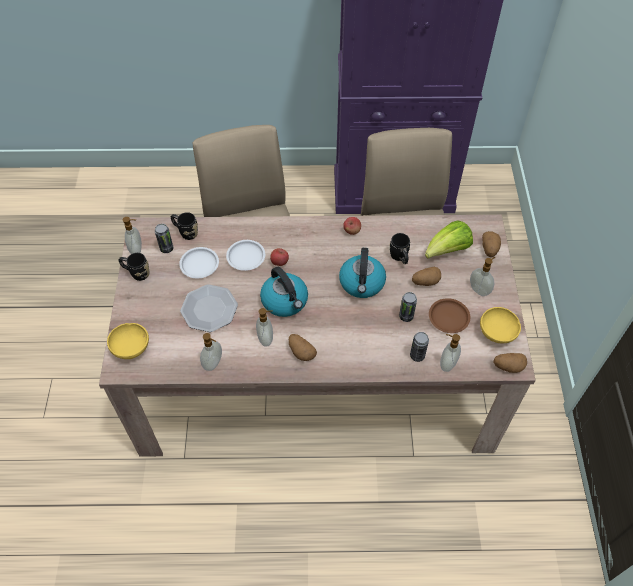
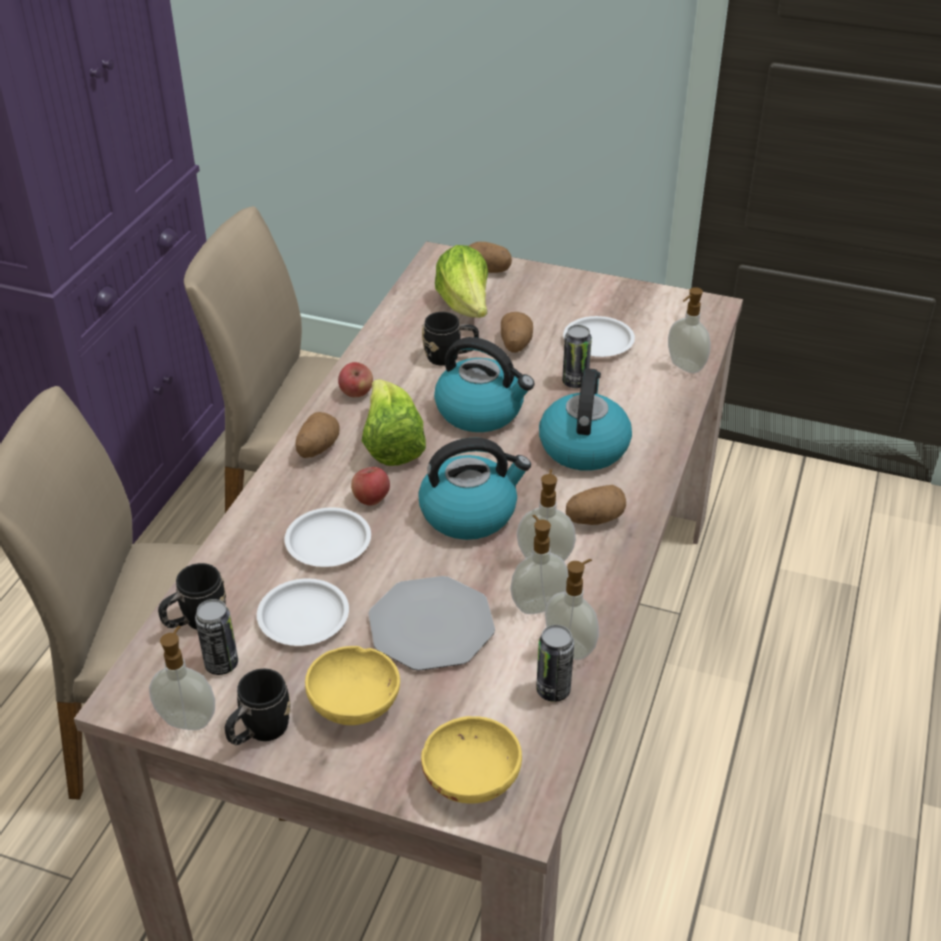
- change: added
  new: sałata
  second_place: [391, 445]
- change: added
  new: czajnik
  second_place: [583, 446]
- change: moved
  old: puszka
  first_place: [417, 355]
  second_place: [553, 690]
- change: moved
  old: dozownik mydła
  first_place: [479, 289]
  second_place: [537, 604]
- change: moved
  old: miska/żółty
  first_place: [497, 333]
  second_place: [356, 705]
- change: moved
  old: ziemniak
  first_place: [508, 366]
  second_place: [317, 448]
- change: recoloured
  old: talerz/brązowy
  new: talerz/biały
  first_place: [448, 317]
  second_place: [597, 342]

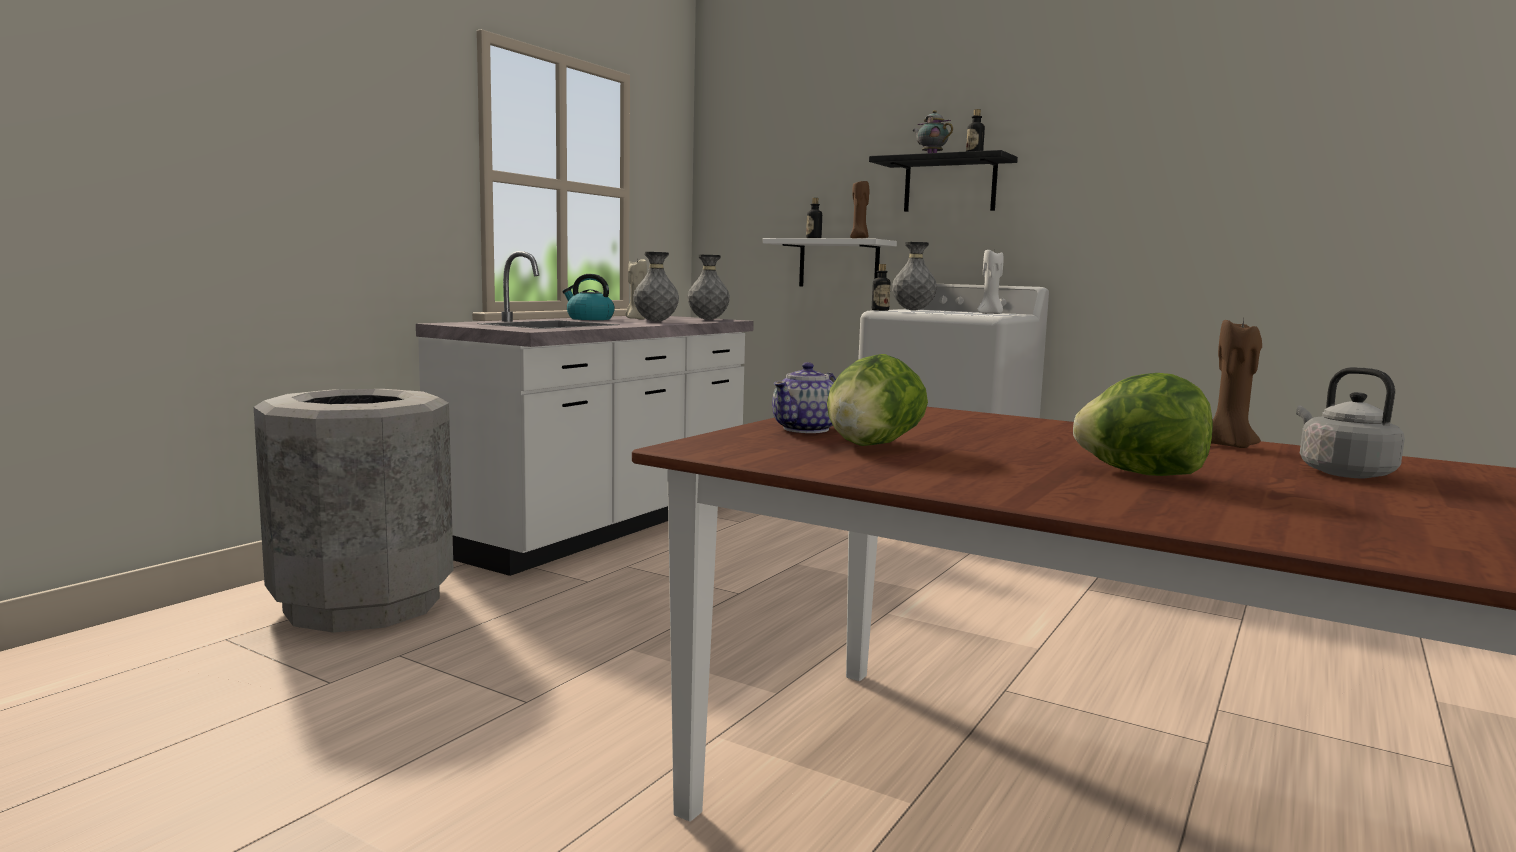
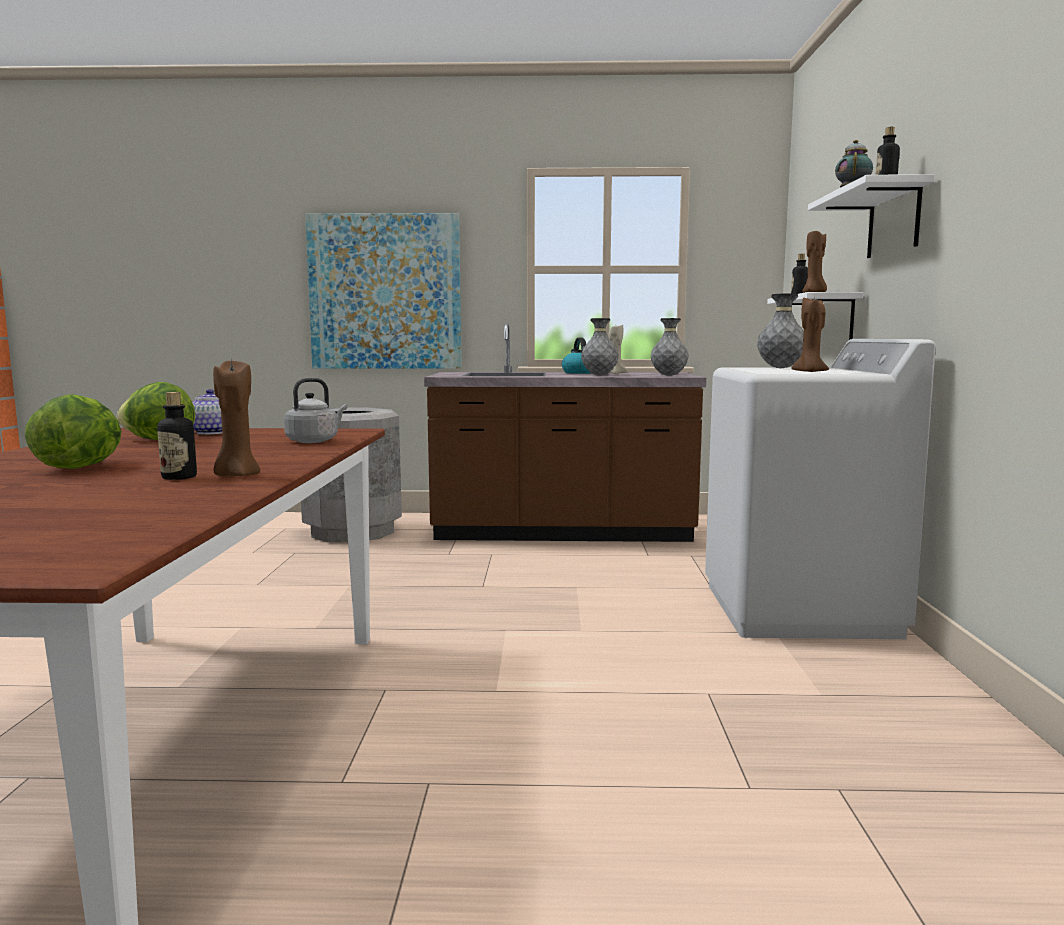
- change: added
  new: obraz
  second_place: [385, 292]
- change: moved
  old: butelka
  first_place: [880, 310]
  second_place: [179, 477]
- change: moved
  old: czajnik/szary
  first_place: [1341, 472]
  second_place: [314, 441]
- change: recoloured
  old: zabudowa kuchenna/biały
  new: zabudowa kuchenna/brązowy
  first_place: [604, 526]
  second_place: [562, 533]
- change: recoloured
  old: półka/czarny
  new: półka/biały
  first_place: [950, 185]
  second_place: [893, 221]
- change: recoloured
  old: świeca/biały
  new: świeca/brązowy
  first_place: [990, 314]
  second_place: [809, 372]

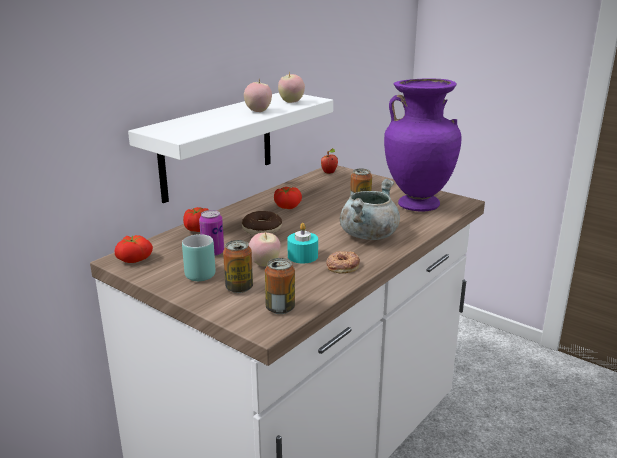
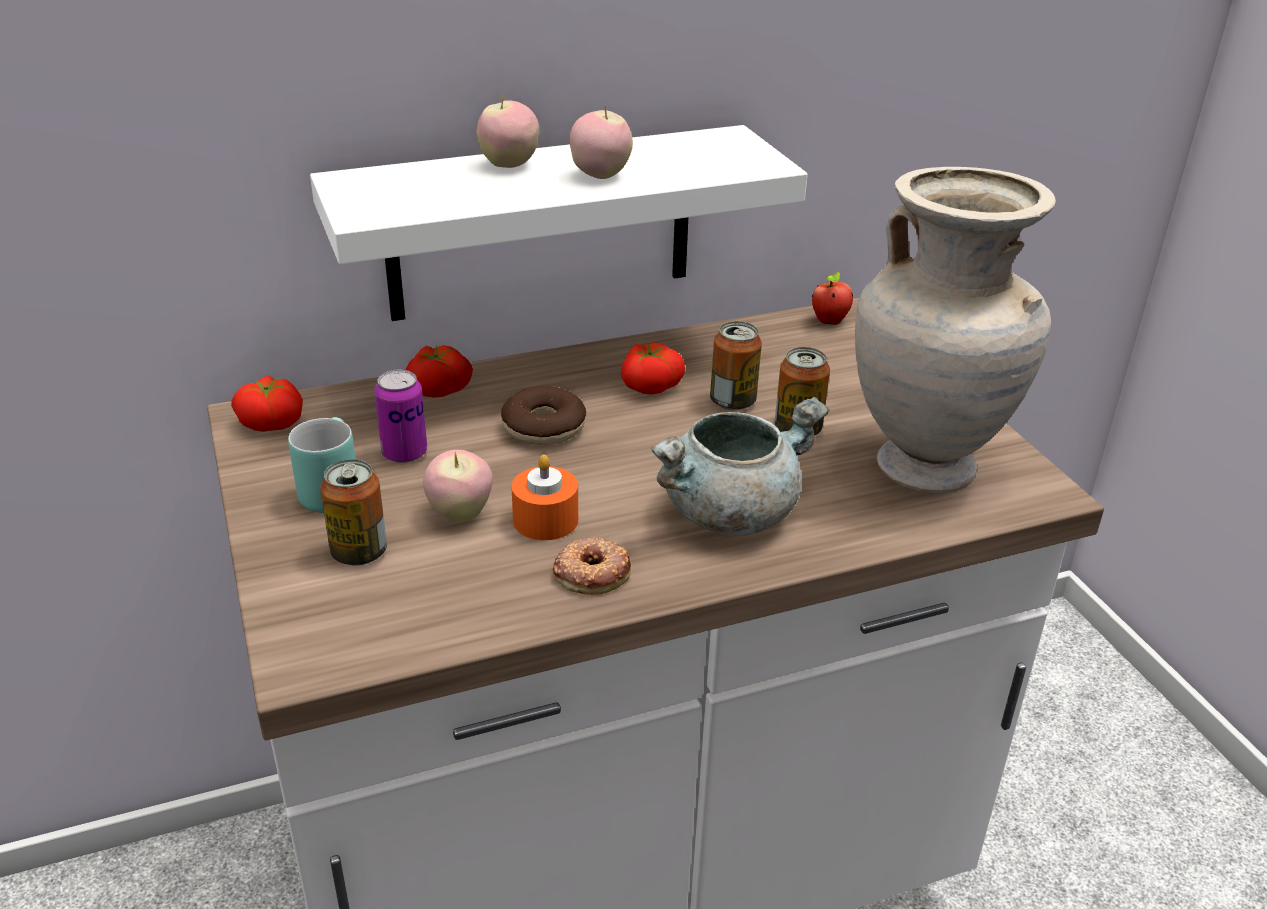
- change: moved
  old: puszka
  first_place: [280, 308]
  second_place: [733, 401]
- change: moved
  old: jabłko
  first_place: [291, 102]
  second_place: [509, 165]
- change: recoloured
  old: świeca/turkusowy
  new: świeca/pomarańczowy
  first_place: [302, 256]
  second_place: [545, 520]
- change: recoloured
  old: wazon/fioletowy
  new: wazon/beżowy
  first_place: [418, 205]
  second_place: [926, 468]

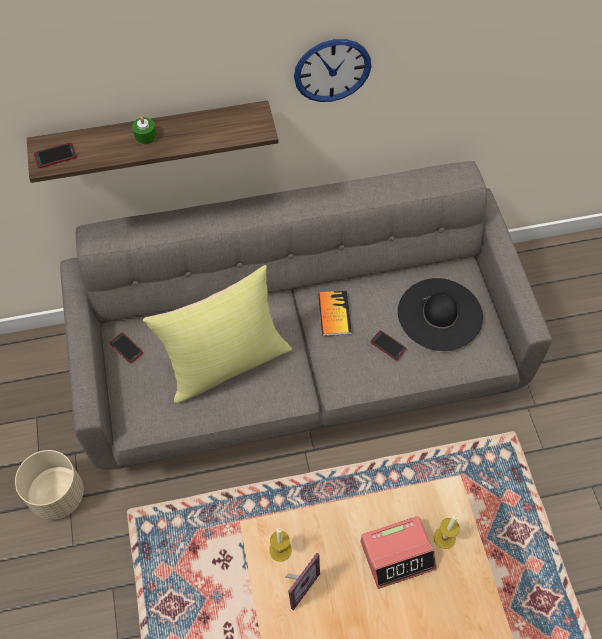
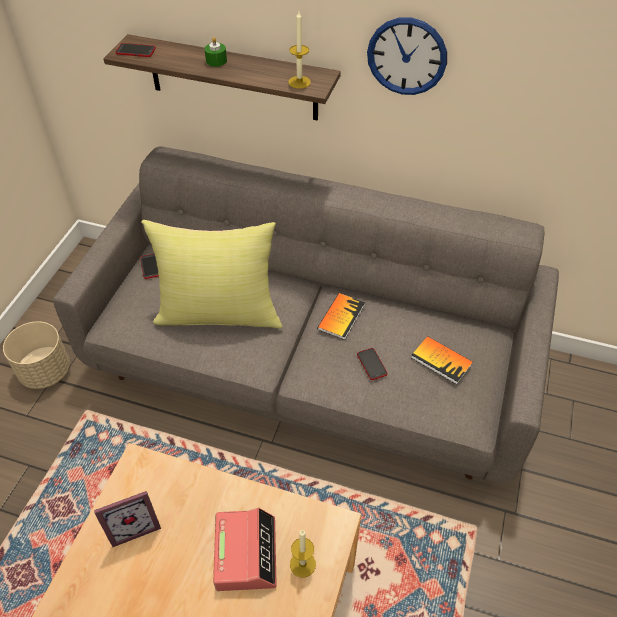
- change: moved
  old: świeca
  first_place: [280, 550]
  second_place: [299, 82]
- change: replaced
  old: kapelusz/czarny
  new: książka
  first_place: [440, 314]
  second_place: [441, 361]
- change: turned
  old: budzik
  first_place: [398, 554]
  second_place: [245, 553]
  degrees: -105

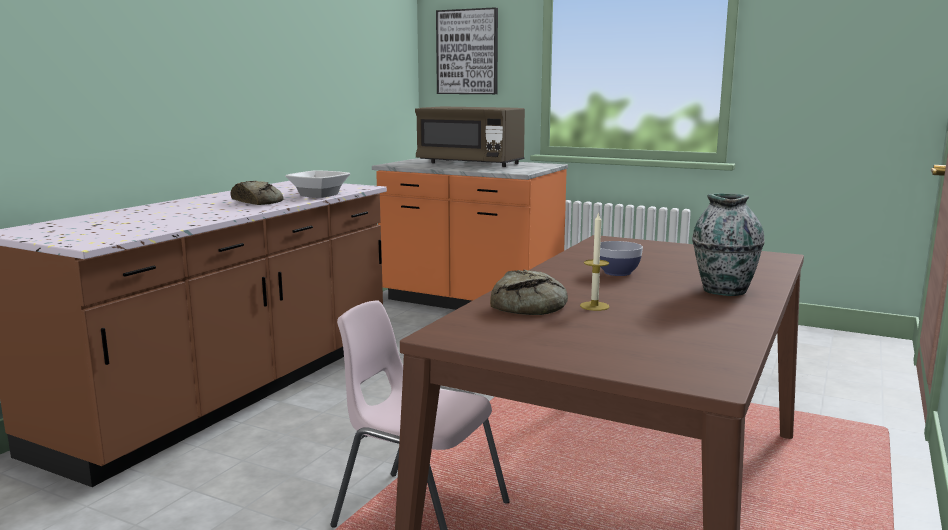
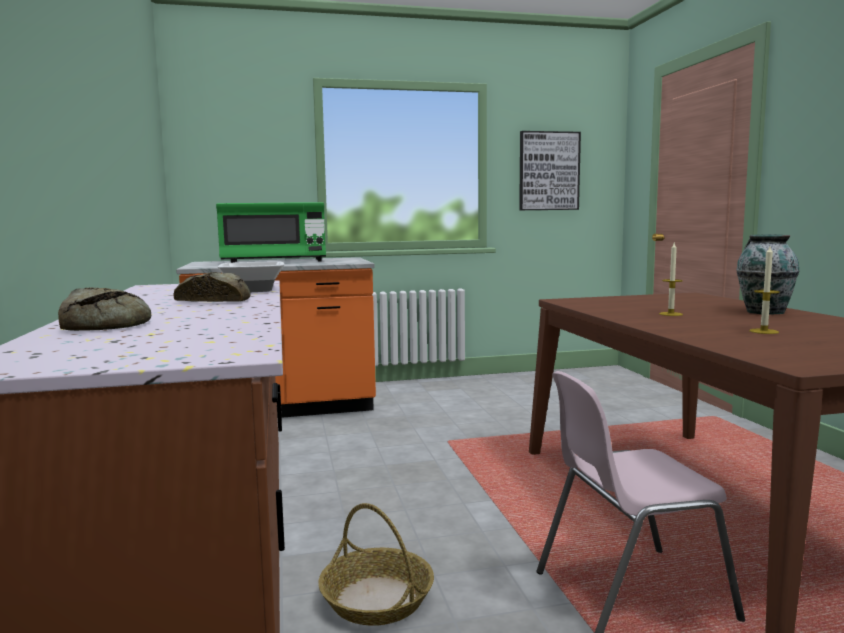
- change: added
  new: koszyk
  second_place: [377, 599]
- change: moved
  old: obraz
  first_place: [467, 52]
  second_place: [548, 171]
- change: moved
  old: chleb
  first_place: [532, 305]
  second_place: [110, 324]
- change: replaced
  old: miska
  new: świeca
  first_place: [617, 272]
  second_place: [670, 314]
- change: recoloured
  old: mikrofalówka/brązowy
  new: mikrofalówka/zielony
  first_place: [470, 163]
  second_place: [274, 261]

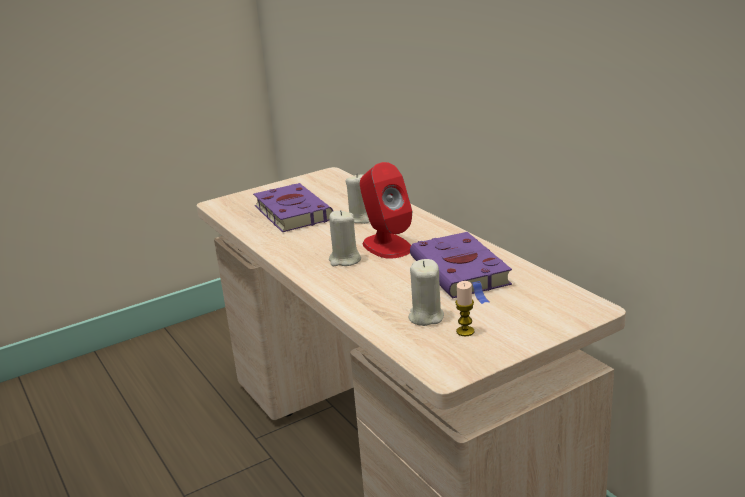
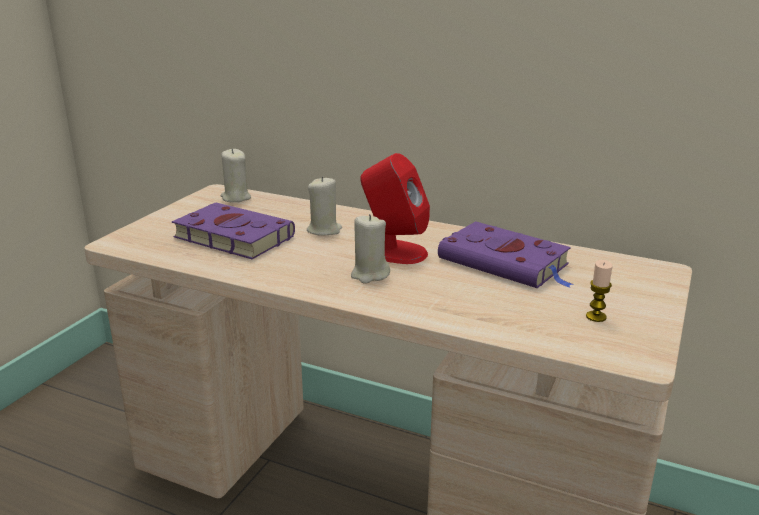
- change: moved
  old: świeca/beżowy
  first_place: [426, 317]
  second_place: [236, 198]

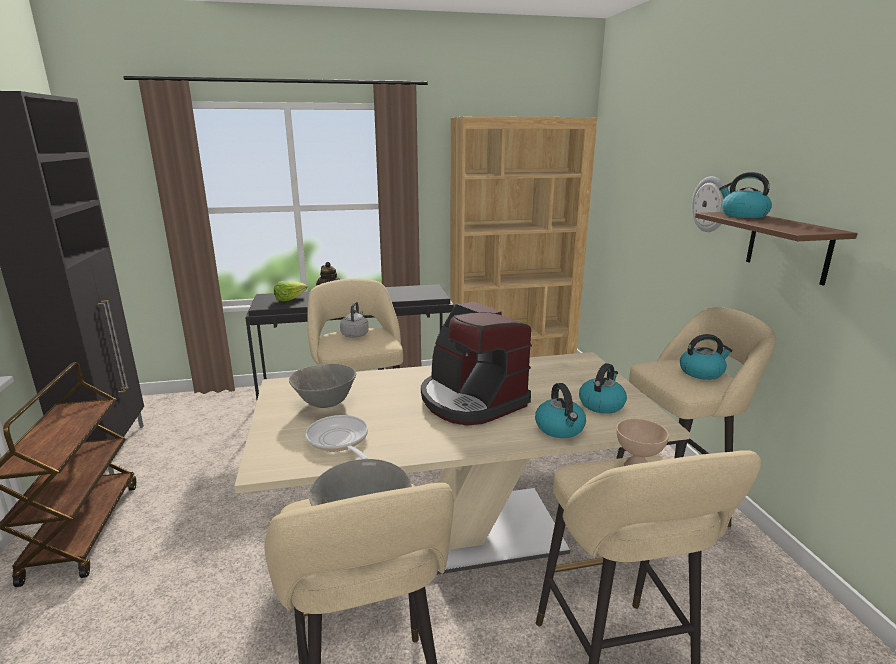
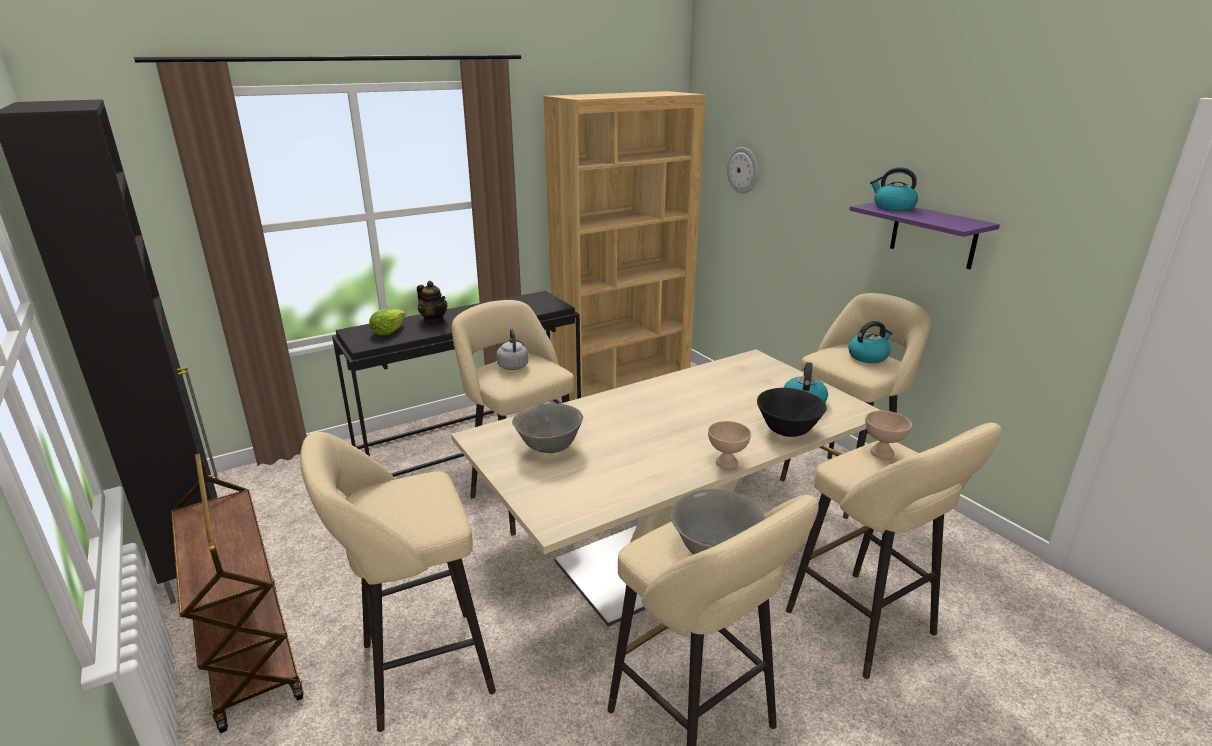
- change: removed
  old: patelnia
  first_place: [339, 441]
- change: removed
  old: ekspres do kawy
  first_place: [471, 400]
- change: added
  new: stołek/beżowy
  second_place: [418, 670]
- change: added
  new: miska/beżowy
  second_place: [727, 462]
- change: moved
  old: zegar ścienny
  first_place: [711, 204]
  second_place: [743, 170]
- change: replaced
  old: czajnik
  new: miska/czarny
  first_place: [560, 428]
  second_place: [787, 431]
- change: recoloured
  old: półka/brązowy
  new: półka/fioletowy
  first_place: [788, 247]
  second_place: [933, 235]

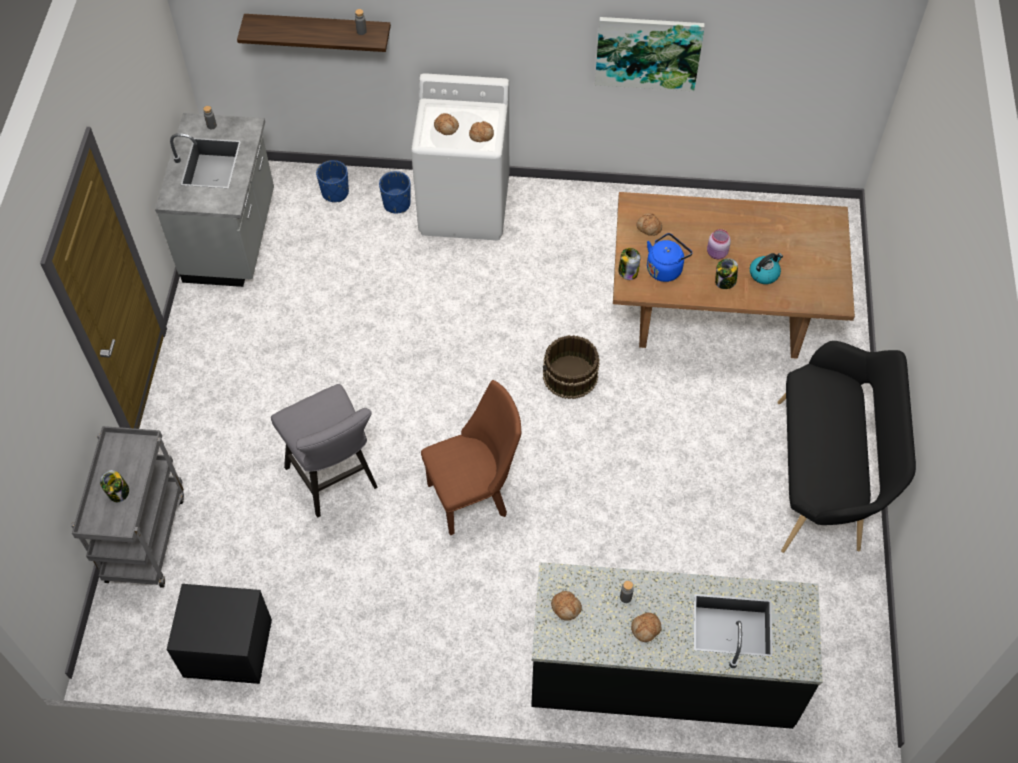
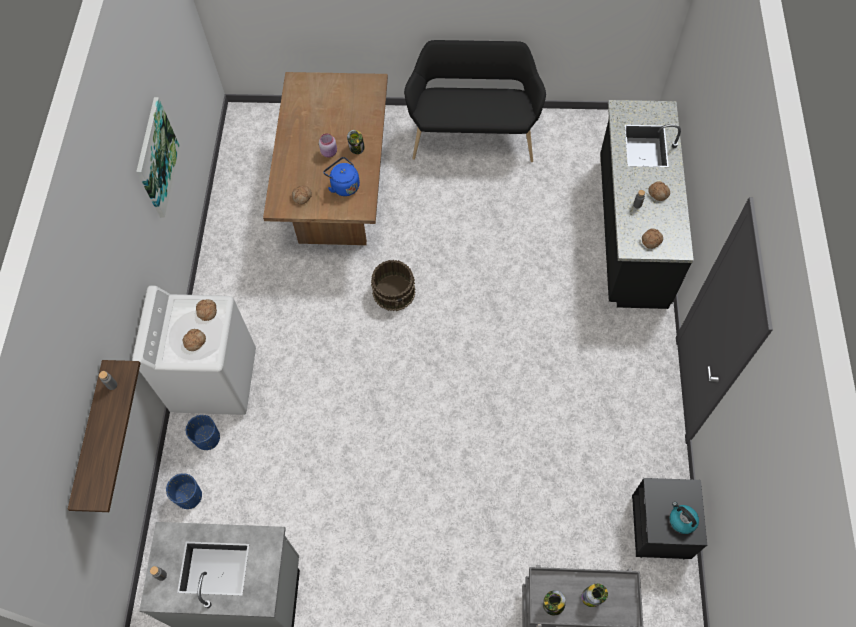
- change: removed
  old: stołek/szary
  first_place: [335, 481]
- change: removed
  old: krzesło/brązowy
  first_place: [473, 496]
- change: moved
  old: słoik
  first_place: [628, 271]
  second_place: [553, 605]
- change: moved
  old: czajnik
  first_place: [764, 273]
  second_place: [682, 520]

